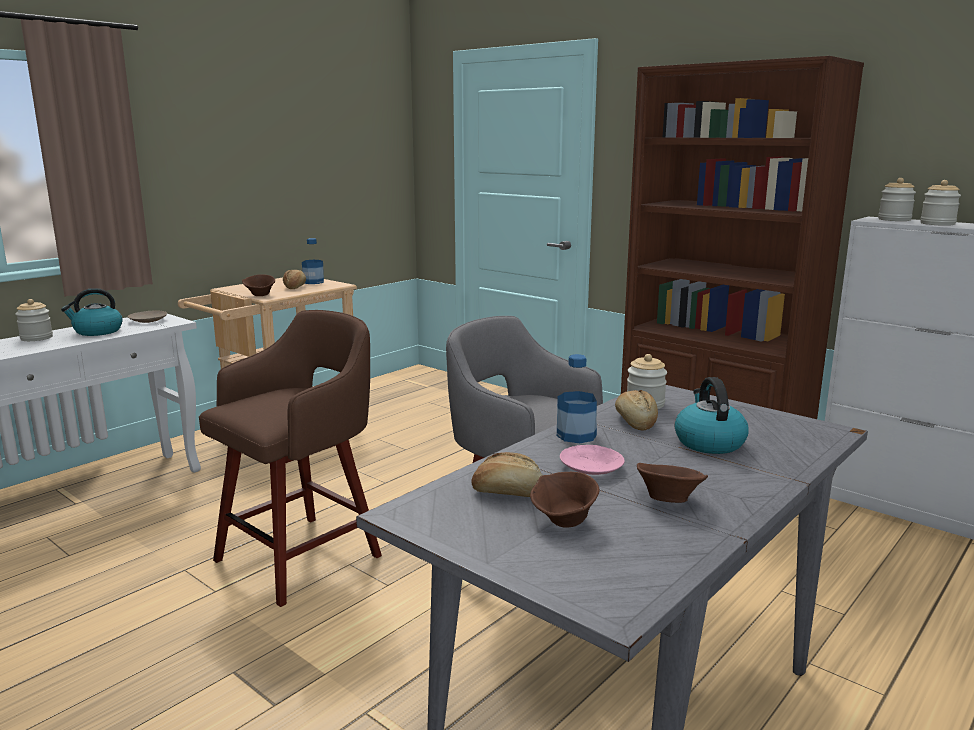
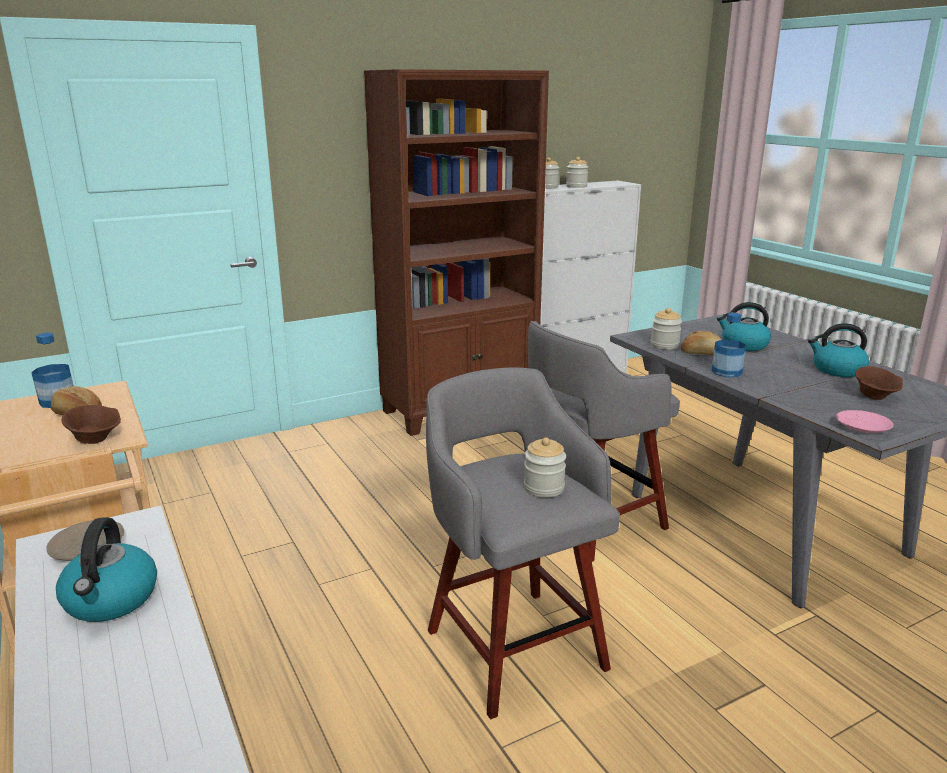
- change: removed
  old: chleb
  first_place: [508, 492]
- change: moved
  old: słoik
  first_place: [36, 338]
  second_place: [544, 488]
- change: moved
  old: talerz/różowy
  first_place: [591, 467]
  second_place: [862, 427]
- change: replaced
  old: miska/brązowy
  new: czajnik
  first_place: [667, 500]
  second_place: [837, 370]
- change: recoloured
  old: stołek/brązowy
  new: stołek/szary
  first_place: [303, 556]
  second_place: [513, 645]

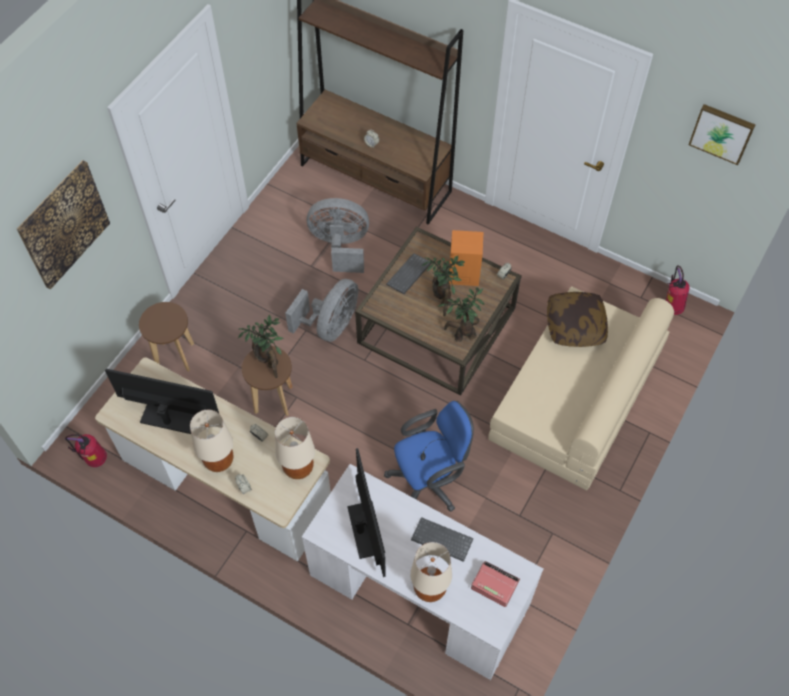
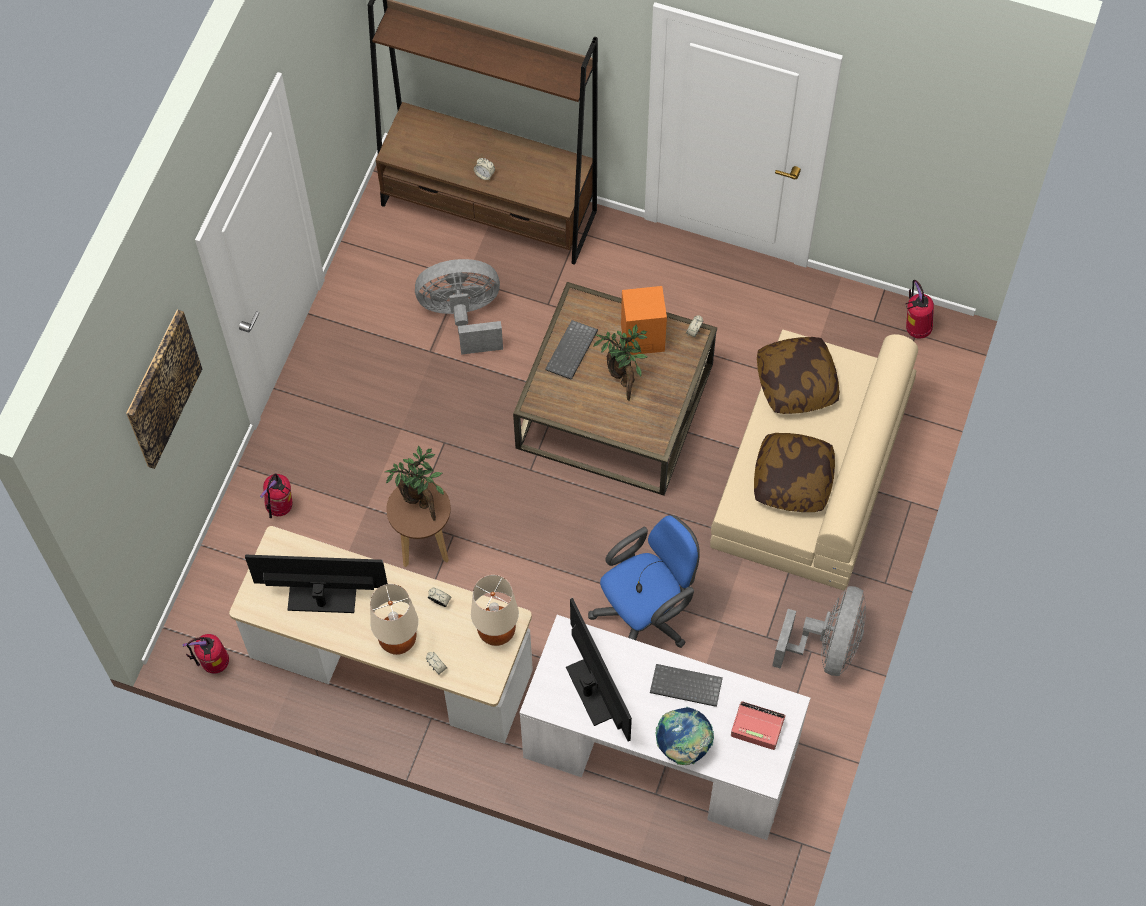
- change: removed
  old: roślina doniczkowa
  first_place: [462, 335]
- change: removed
  old: obraz
  first_place: [722, 132]
- change: added
  new: poduszka
  second_place: [792, 479]
- change: moved
  old: wentylator/szary
  first_place: [330, 326]
  second_place: [826, 647]
- change: replaced
  old: stołek/brązowy
  new: gaśnica
  first_place: [175, 356]
  second_place: [280, 508]
- change: replaced
  old: lampa stołowa/beżowy
  new: globus
  first_place: [430, 589]
  second_place: [683, 745]

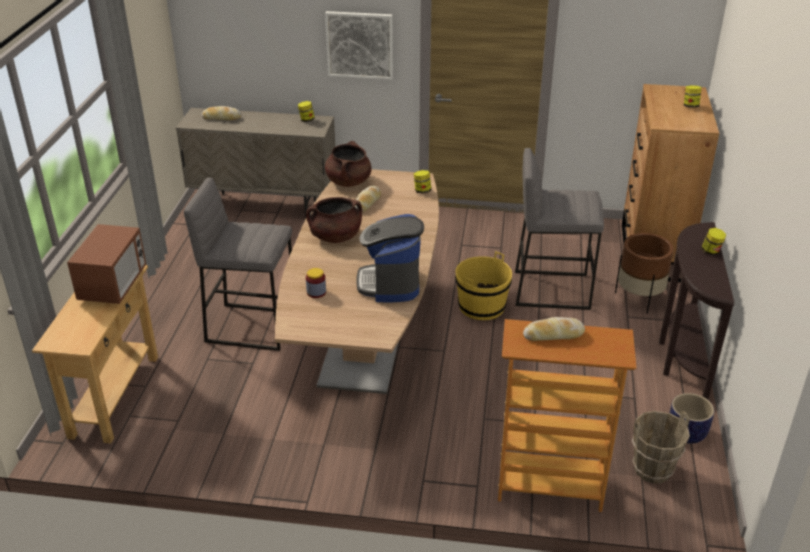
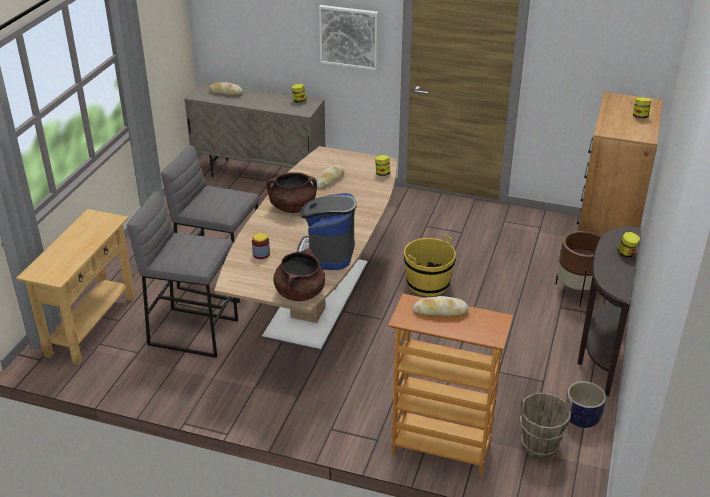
- change: removed
  old: mikrofalówka
  first_place: [113, 285]
- change: moved
  old: garnek/brązowy
  first_place: [348, 181]
  second_place: [300, 292]
- change: moved
  old: stołek/szary
  first_place: [551, 289]
  second_place: [194, 331]

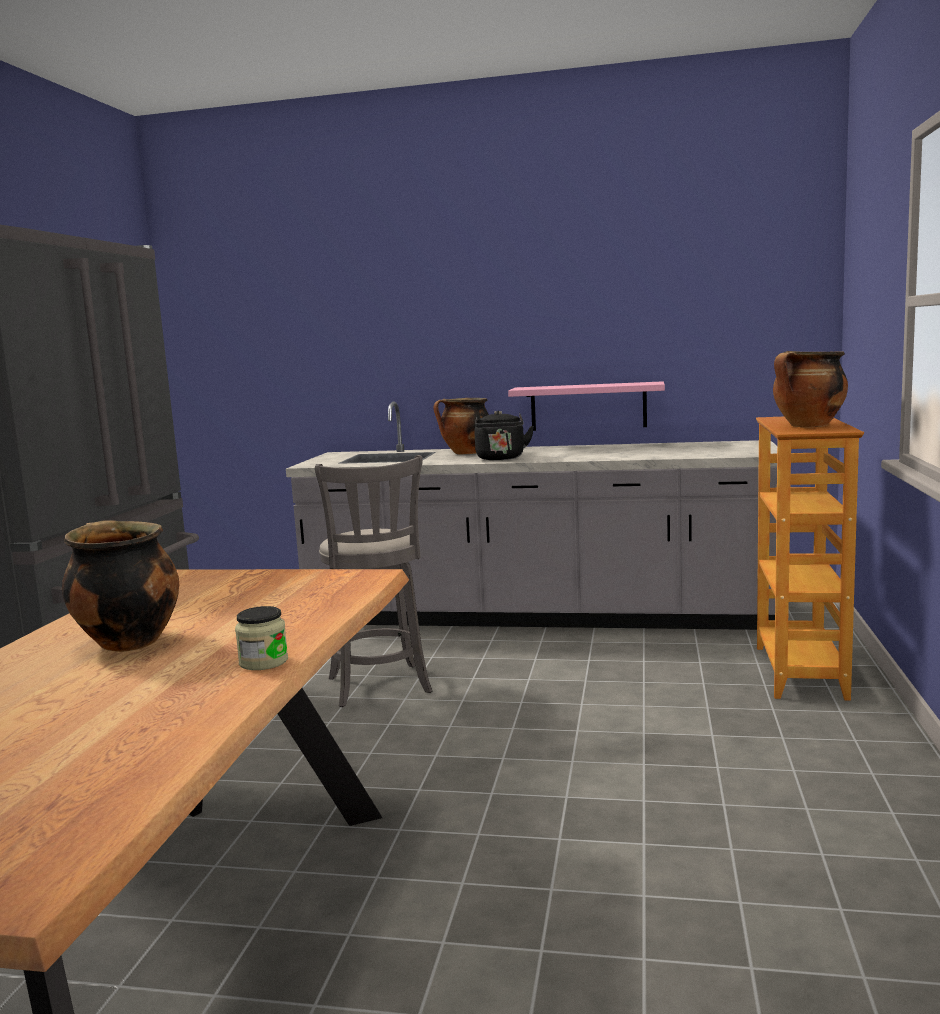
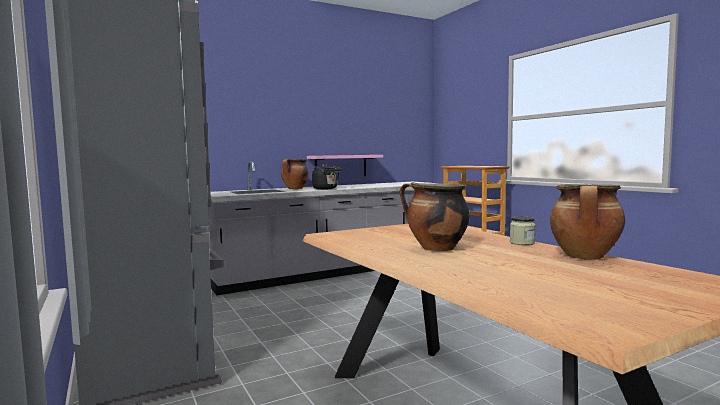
- change: removed
  old: stołek/szary
  first_place: [380, 687]
- change: moved
  old: garnek
  first_place: [808, 426]
  second_place: [585, 257]

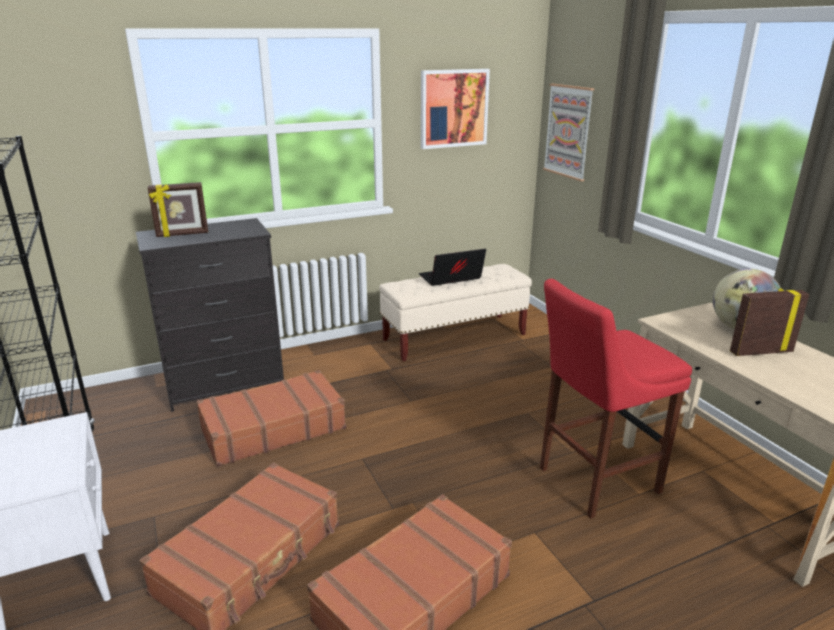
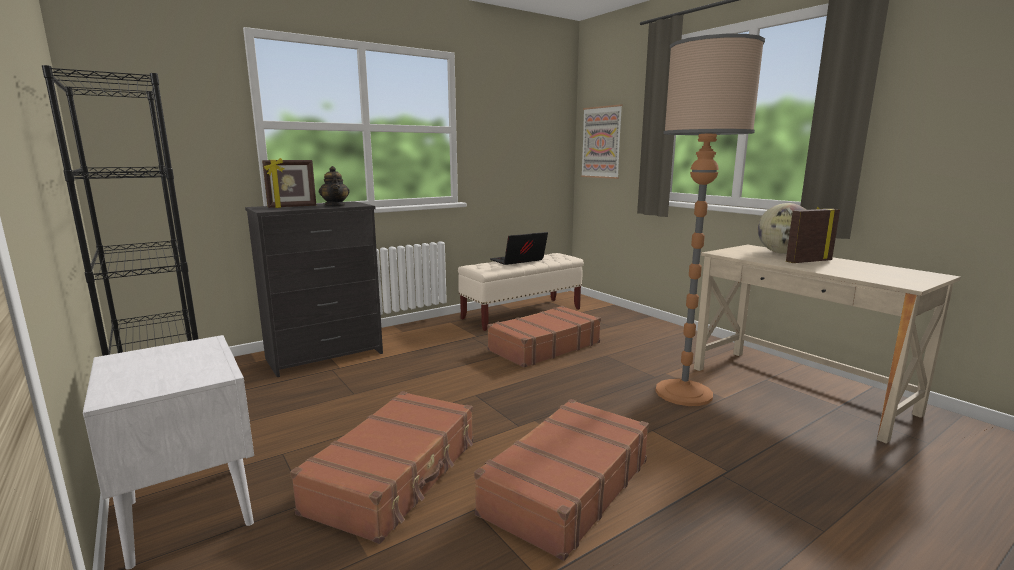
- change: removed
  old: obraz
  first_place: [453, 108]
- change: added
  new: imbryk
  second_place: [335, 206]
- change: moved
  old: walizka/brązowy
  first_place: [273, 429]
  second_place: [543, 346]
- change: replaced
  old: stołek/czerwony
  new: lampa stojąca
  first_place: [593, 481]
  second_place: [683, 393]

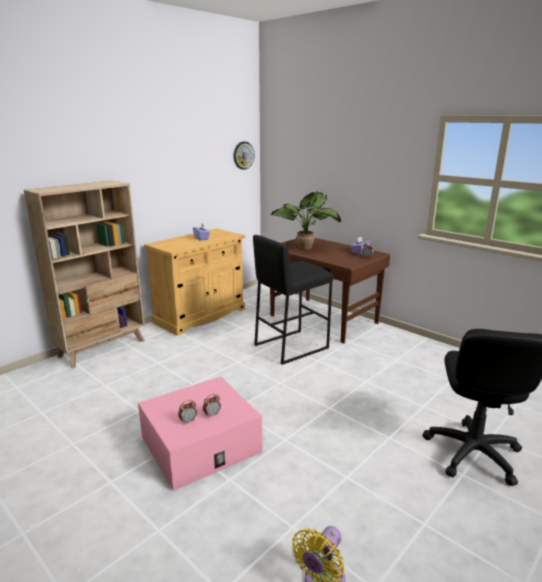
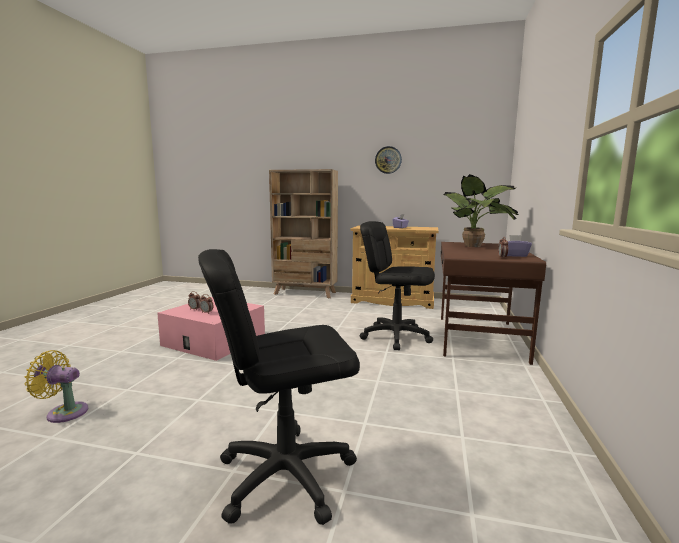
- change: moved
  old: zegar ścienny
  first_place: [243, 155]
  second_place: [388, 160]
- change: replaced
  old: stołek/czarny
  new: krzesło biurowe/czarny
  first_place: [291, 346]
  second_place: [395, 336]

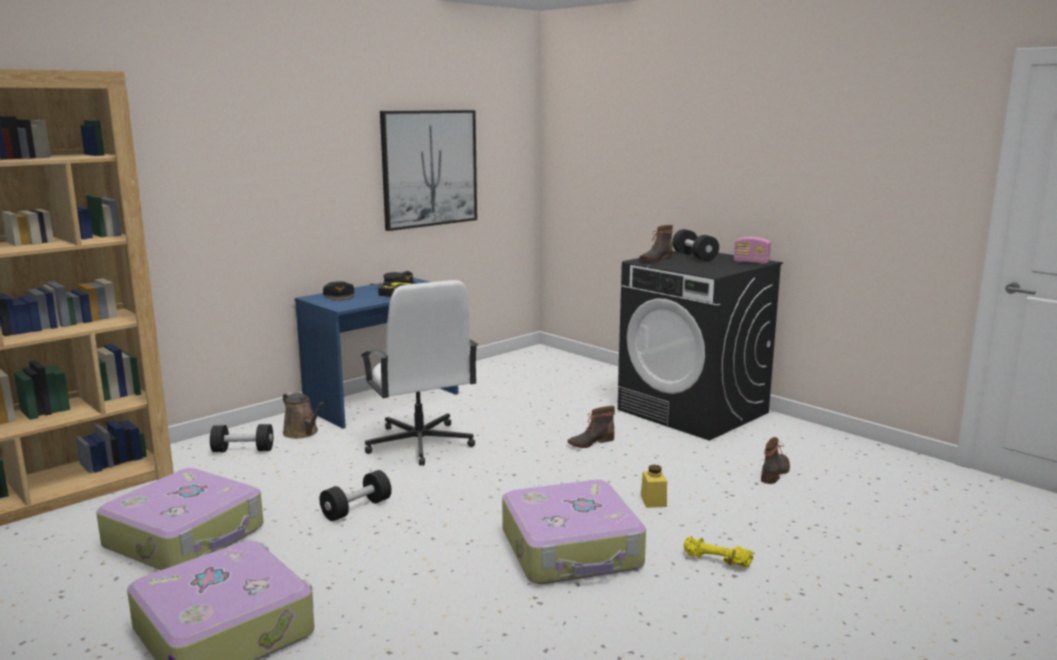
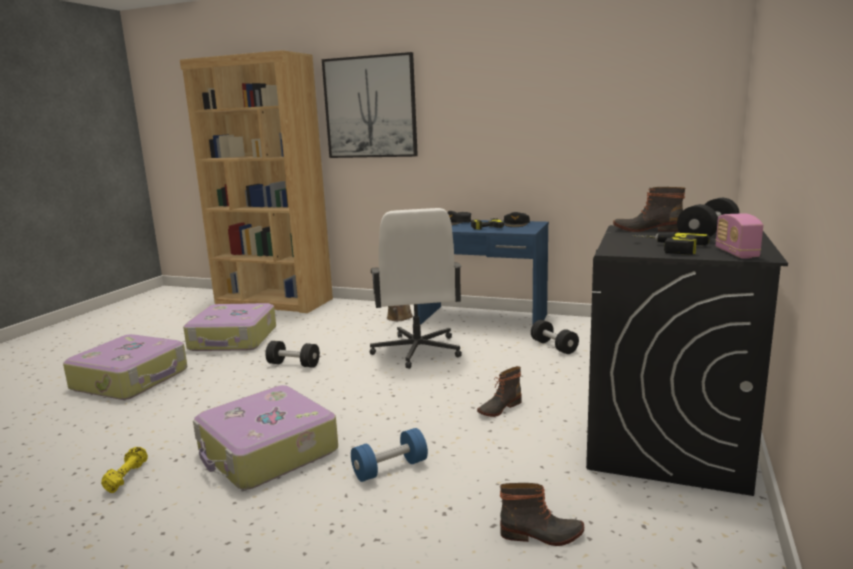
- change: added
  new: wiertarka
  second_place: [665, 248]
- change: moved
  old: hantel/czarny
  first_place: [243, 450]
  second_place: [554, 347]
- change: moved
  old: obraz
  first_place: [429, 168]
  second_place: [370, 107]
- change: moved
  old: hantel/żółty
  first_place: [716, 561]
  second_place: [126, 477]
- change: replaced
  old: słoik/żółty
  new: hantel/niebieski
  first_place: [653, 501]
  second_place: [390, 469]
- change: turned
  old: krzesło biurowe/biały
  first_place: [419, 444]
  second_place: [417, 351]
  degrees: -45
- change: turned
  old: but z cholewką
  first_place: [590, 442]
  second_place: [499, 408]
  degrees: -75

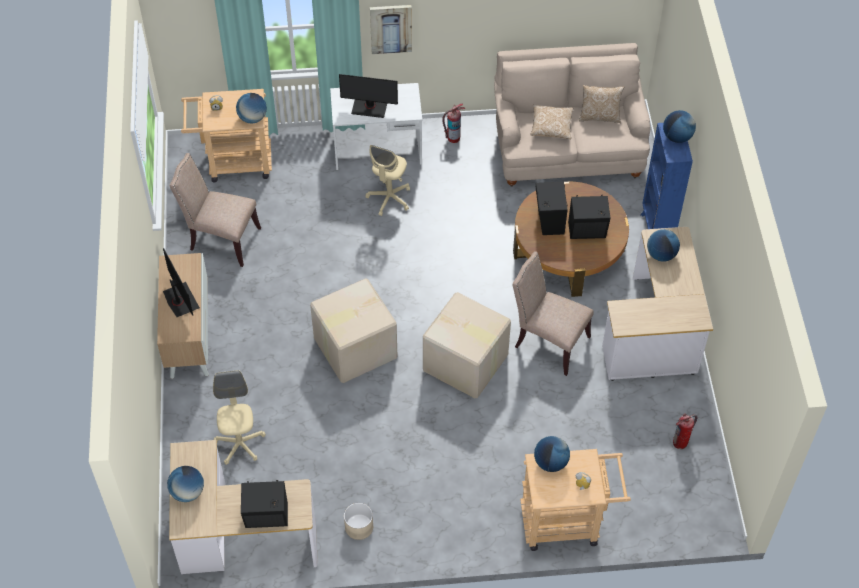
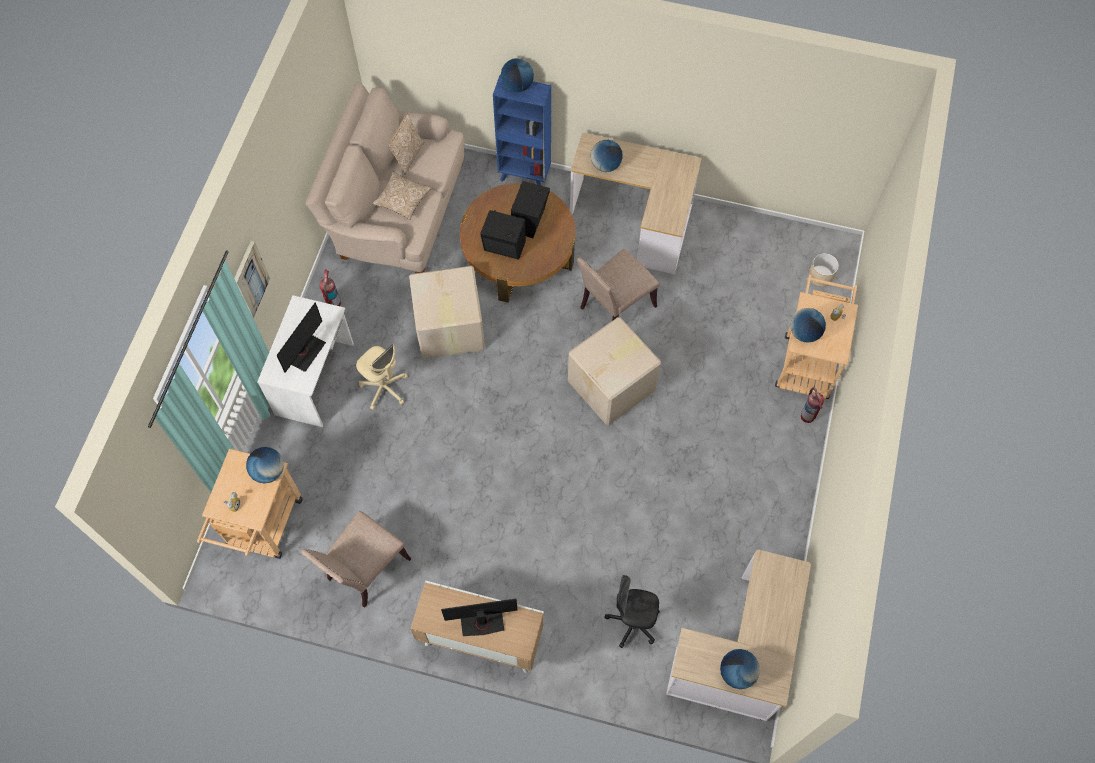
- change: removed
  old: głośnik/czarny
  first_place: [267, 517]
- change: moved
  old: karton
  first_place: [354, 347]
  second_place: [449, 328]
- change: moved
  old: donica/beżowy
  first_place: [359, 526]
  second_place: [820, 275]
- change: moved
  old: gaśnica
  first_place: [680, 443]
  second_place: [807, 415]
- change: recoloured
  old: krzesło biurowe/beżowy
  new: krzesło biurowe/czarny
  first_place: [240, 444]
  second_place: [632, 622]

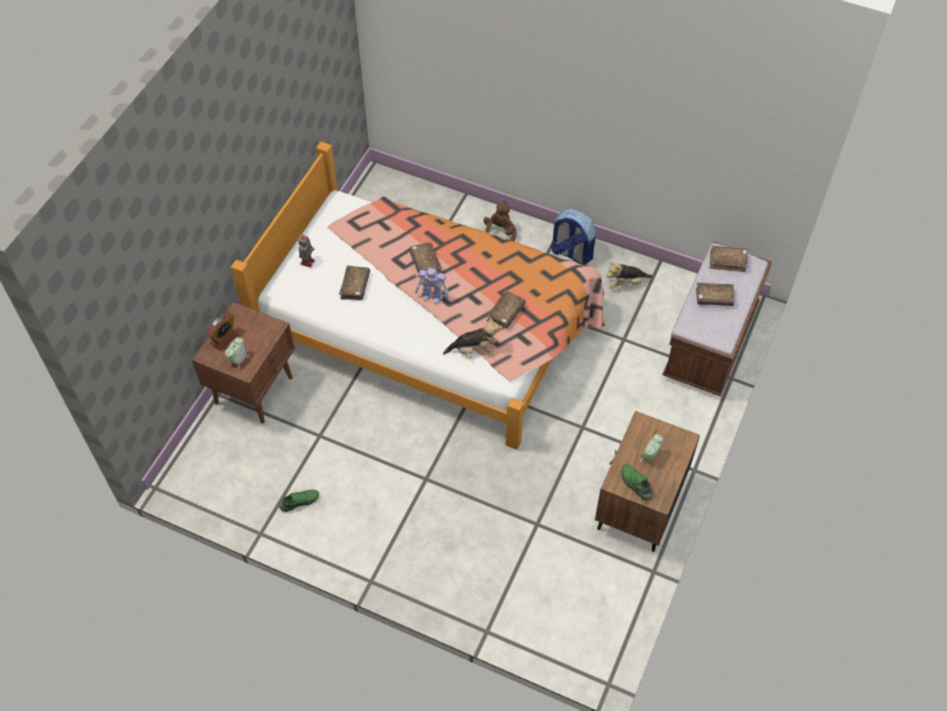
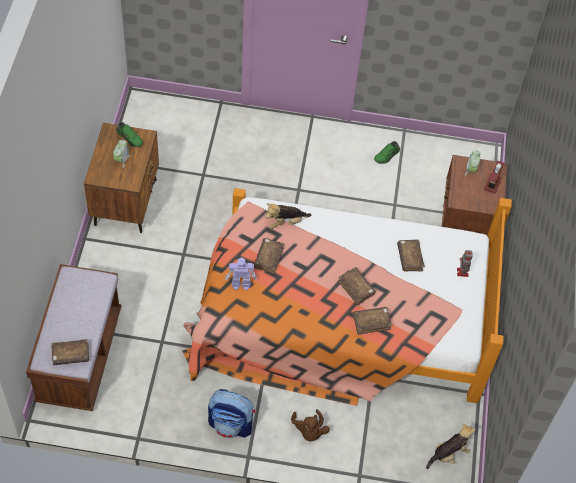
- change: moved
  old: robot zabawkowy
  first_place: [433, 297]
  second_place: [240, 284]
- change: moved
  old: pluszak
  first_place: [626, 283]
  second_place: [449, 454]
- change: moved
  old: książka/brązowy
  first_place: [714, 298]
  second_place: [371, 322]

